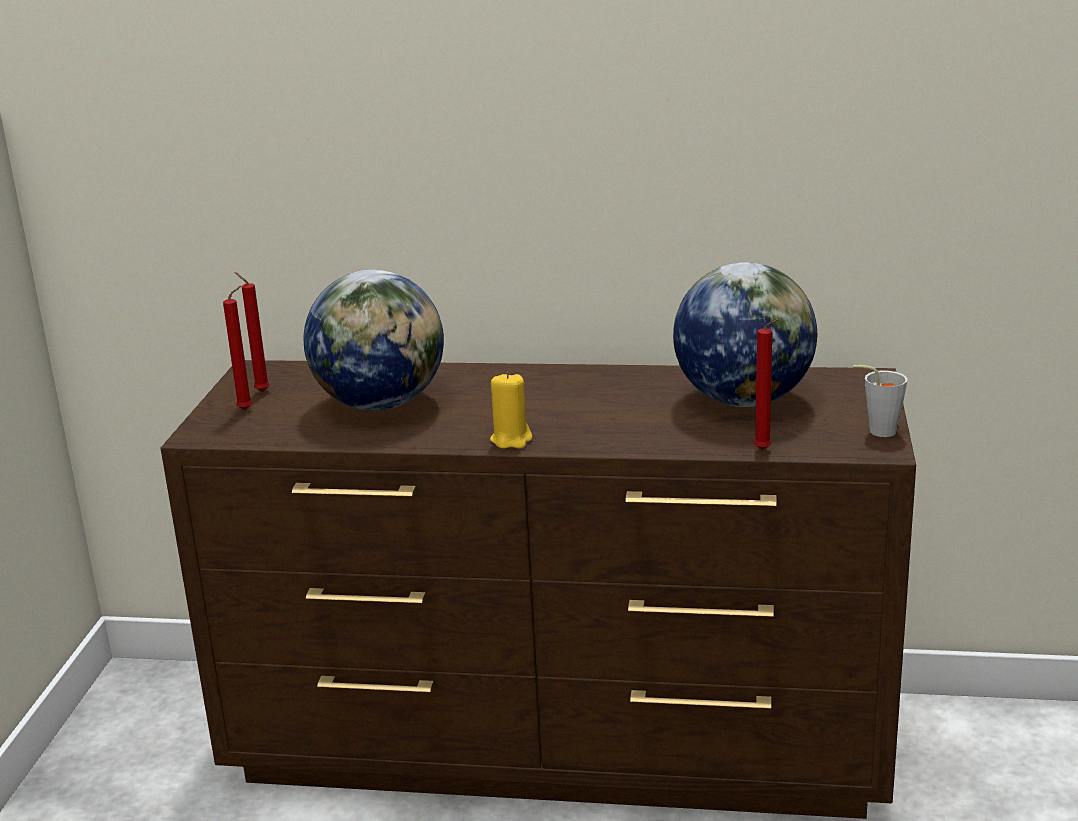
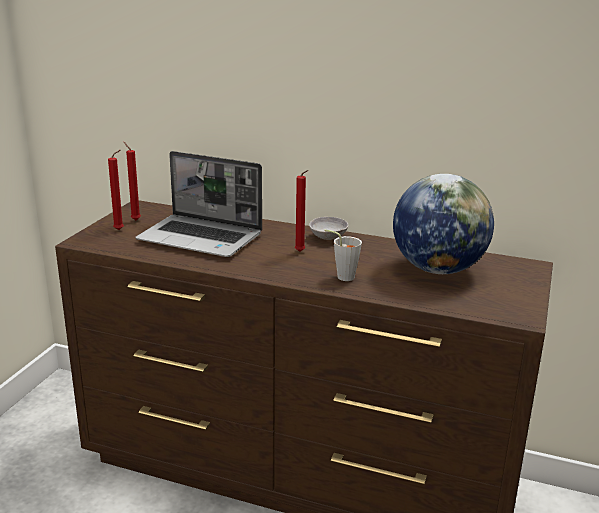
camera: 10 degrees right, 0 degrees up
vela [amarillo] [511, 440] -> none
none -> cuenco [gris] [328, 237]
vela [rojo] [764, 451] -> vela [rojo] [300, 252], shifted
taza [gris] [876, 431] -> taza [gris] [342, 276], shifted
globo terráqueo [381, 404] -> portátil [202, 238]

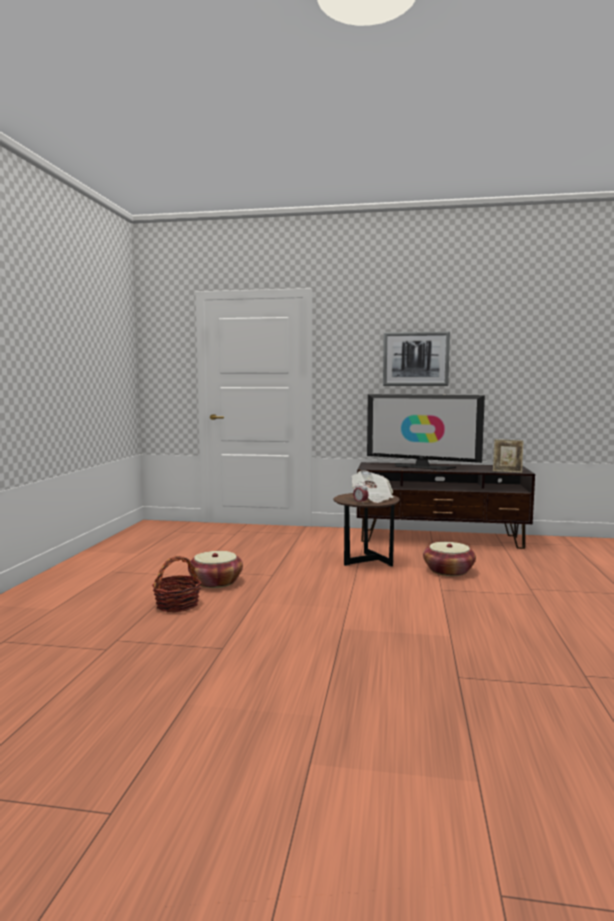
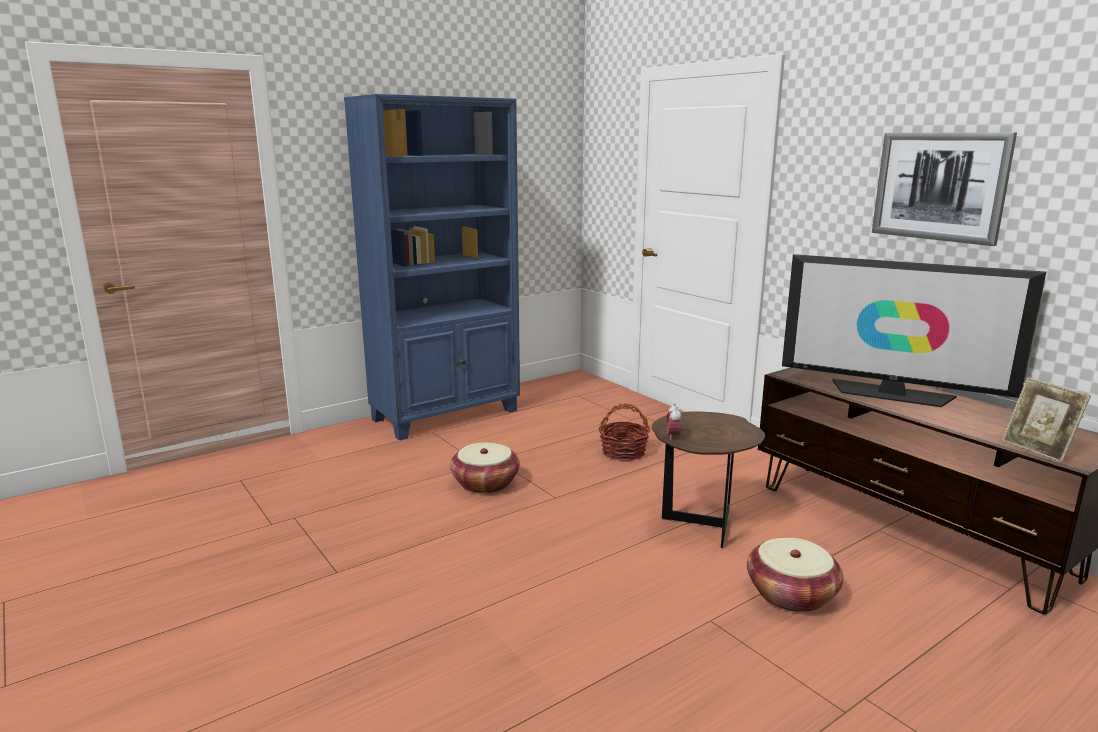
camera: 45 degrees right, 10 degrees up
periódico [372, 498] -> none
none -> estantería [azul] [447, 415]
cesta [177, 605] -> cesta [623, 452], shifted
televisor [422, 467] -> televisor [891, 394], 45 degrees counterclockwise

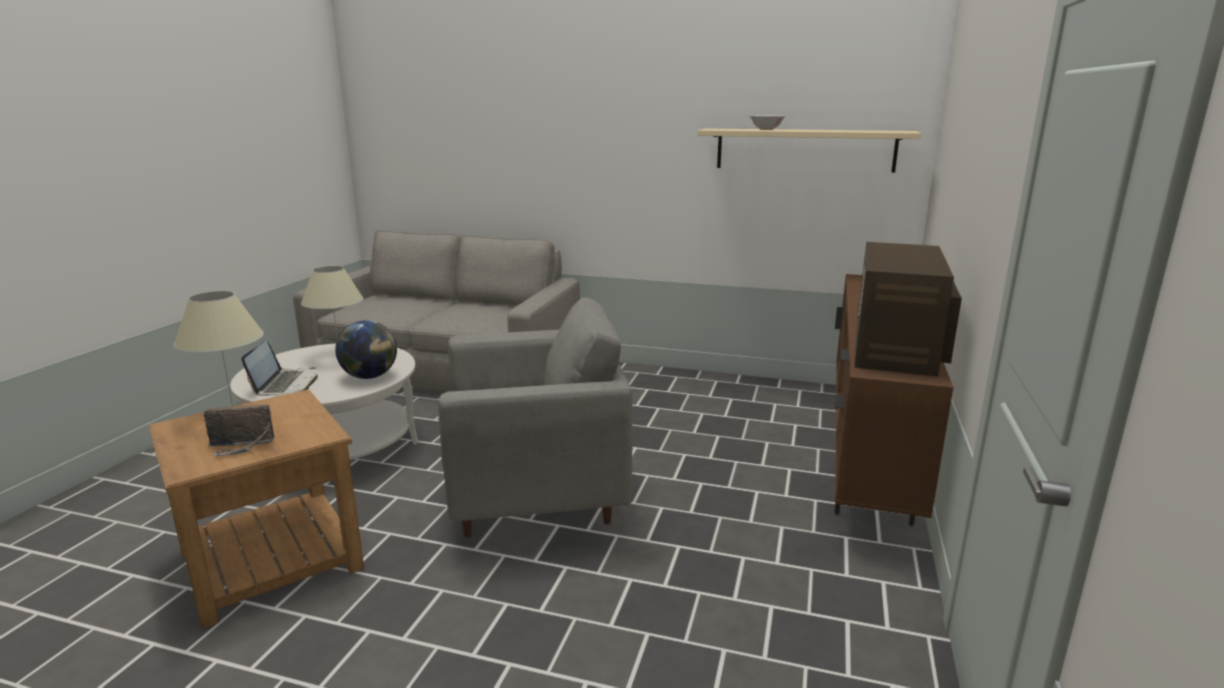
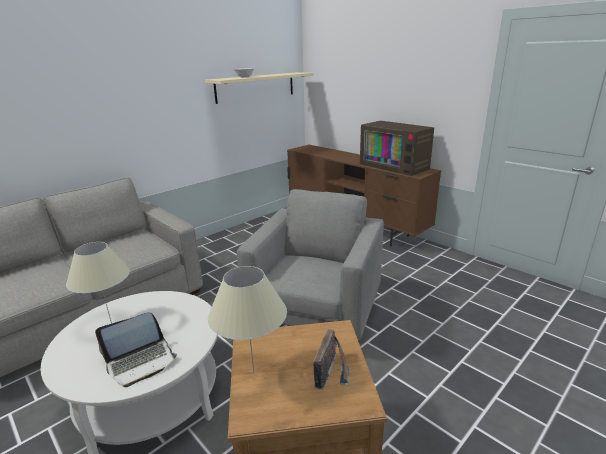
camera: 60 degrees left, 5 degrees up
globo terráqueo [369, 376] -> none
portátil [286, 384] -> portátil [141, 362], 120 degrees clockwise

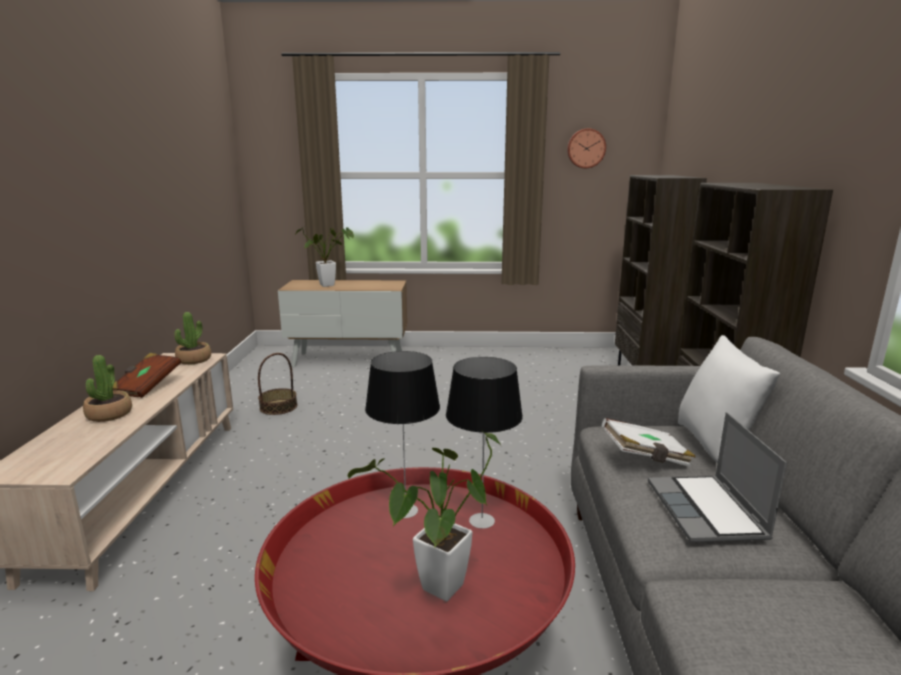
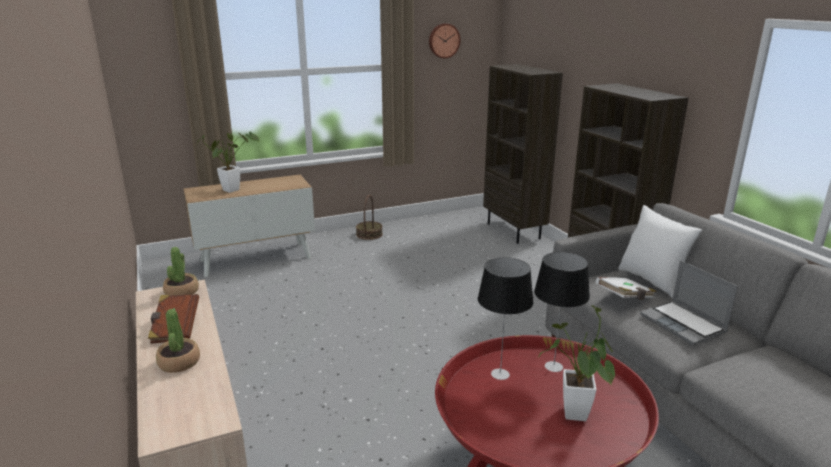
camera: 25 degrees left, 5 degrees up
cesta [278, 407] -> cesta [369, 234], shifted

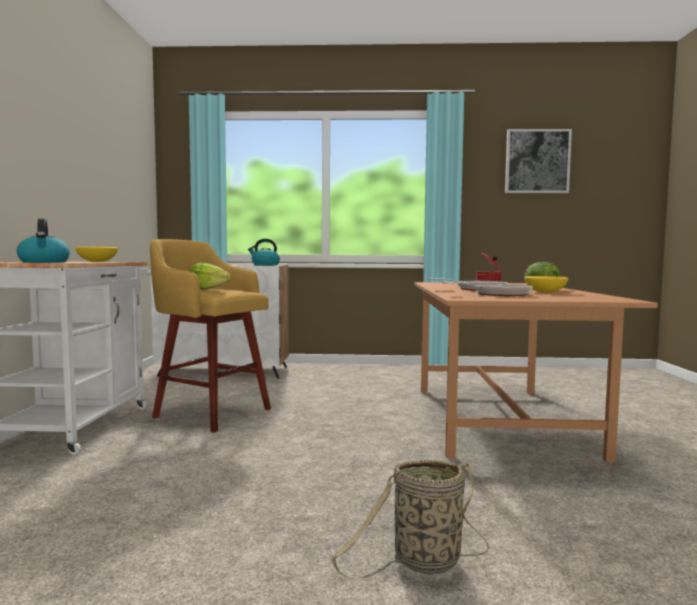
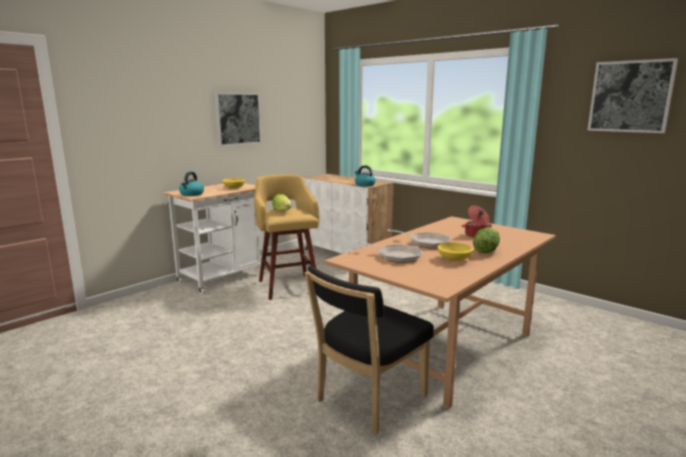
camera: 40 degrees right, 10 degrees up
cesta [422, 563] -> none
none -> cuadro [238, 119]
none -> silla [negro] [367, 400]

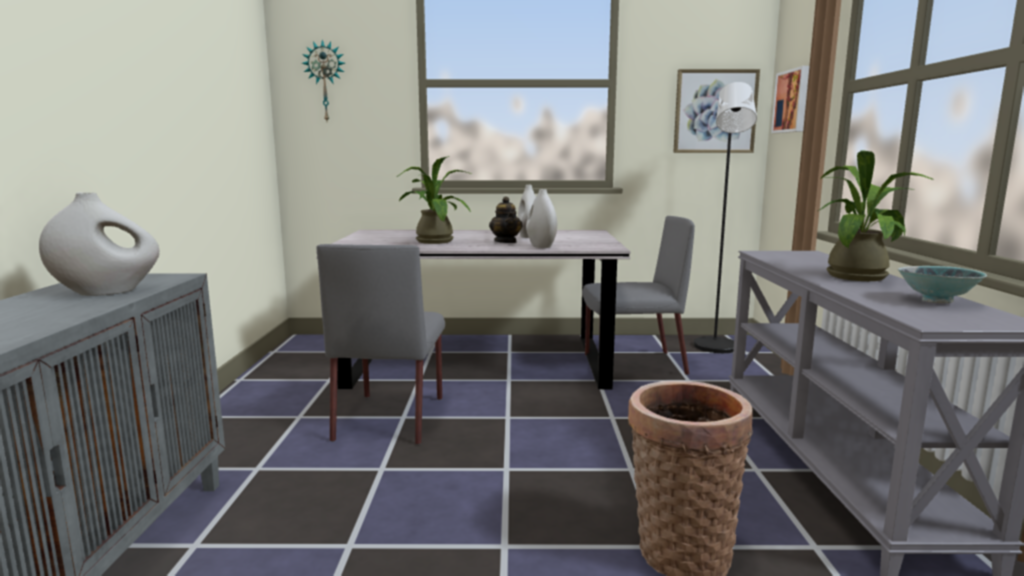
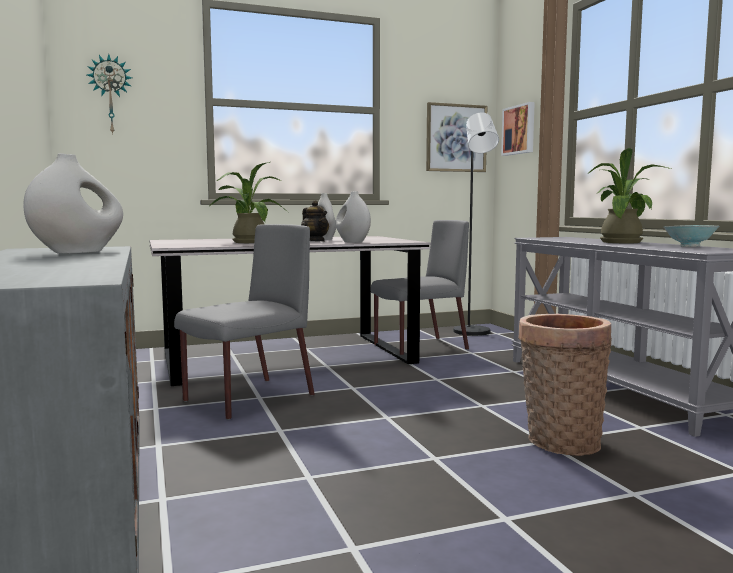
camera: 20 degrees left, 5 degrees down
silla [gris] [390, 417] -> silla [gris] [247, 399], 120 degrees counterclockwise

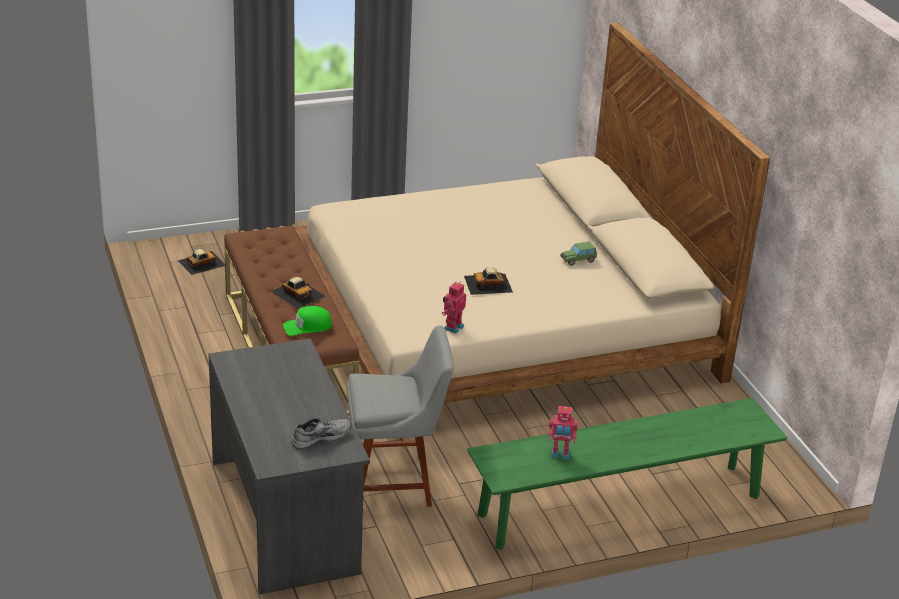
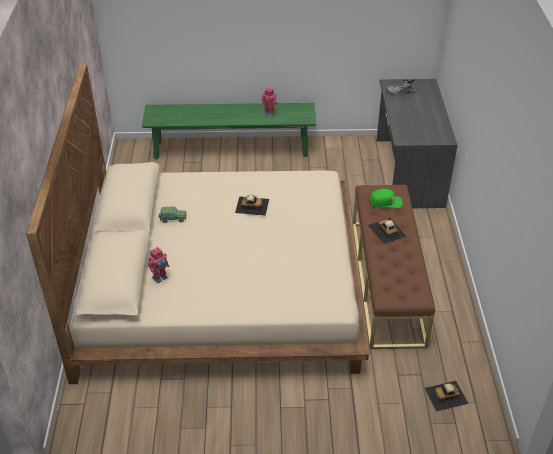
camera: 160 degrees left, 10 degrees up
silla [gris] [395, 482] -> none
robot de juguete [452, 327] -> robot de juguete [160, 278], shifted

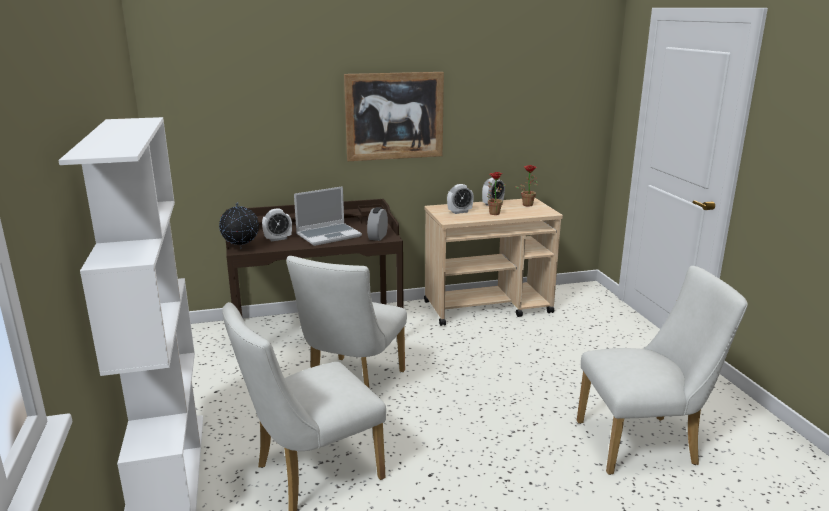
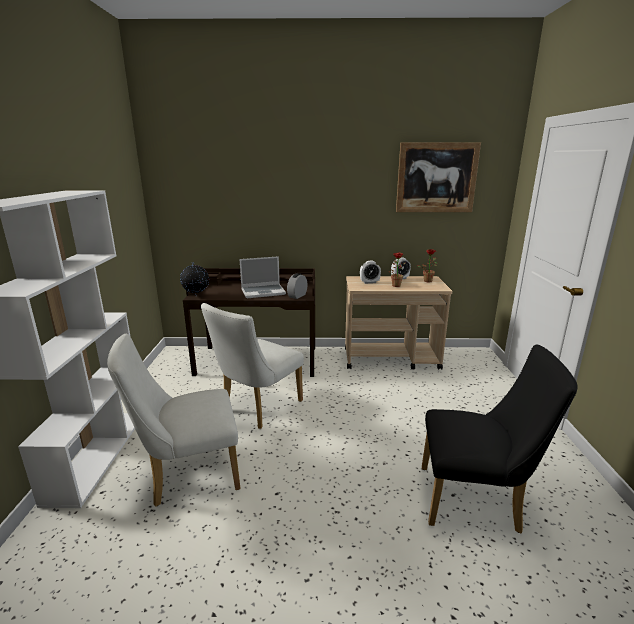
camera: 15 degrees right, 0 degrees up
despertador [278, 239] -> none
cuadro [394, 116] -> cuadro [436, 178], shifted
silla [blanco] [644, 443] -> silla [negro] [476, 500]

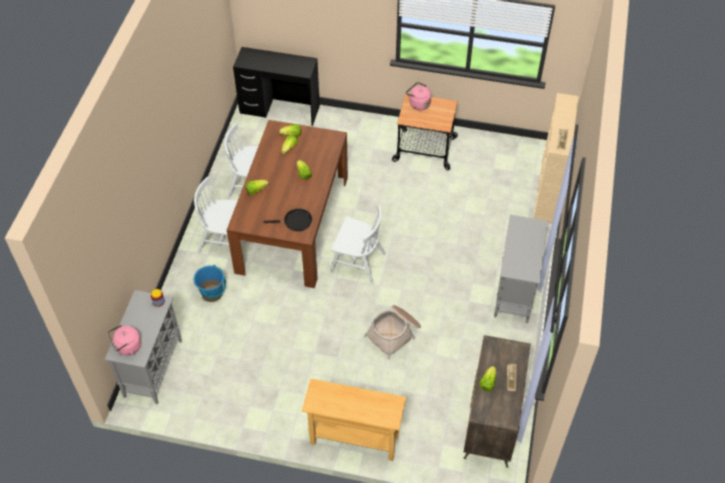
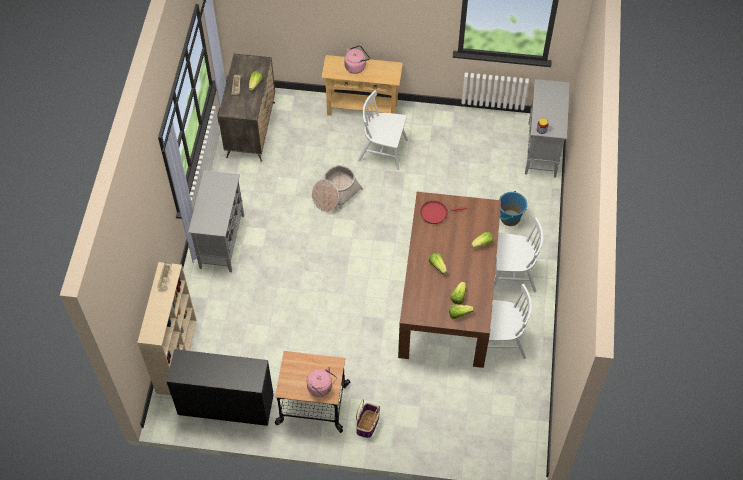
camera: 175 degrees right, 5 degrees up
none -> cesta [367, 424]
hervidor [rosa] [127, 347] -> hervidor [rosa] [356, 66], shifted
escritorio [negro] [280, 110] -> escritorio [negro] [225, 404], shifted
silla [blanco] [357, 262] -> silla [blanco] [383, 150], shifted
sartén [negro] [295, 221] -> sartén [rojo] [436, 213]

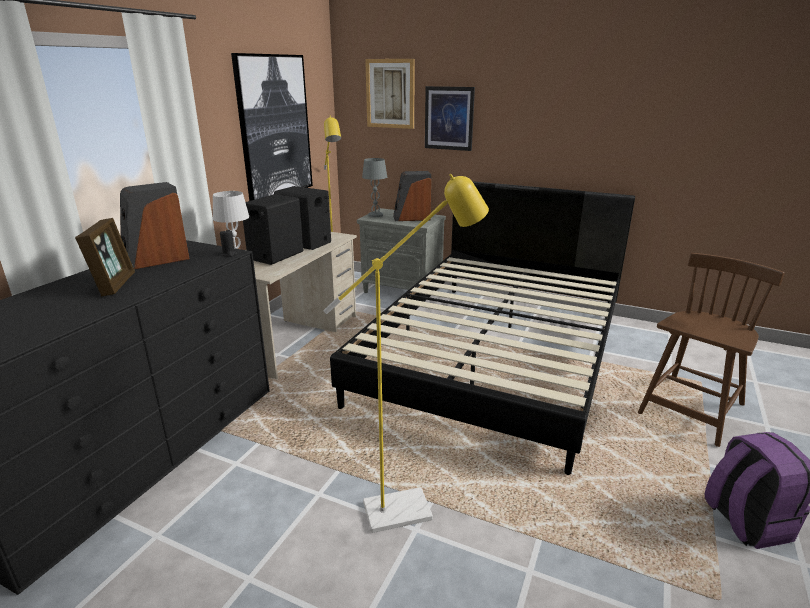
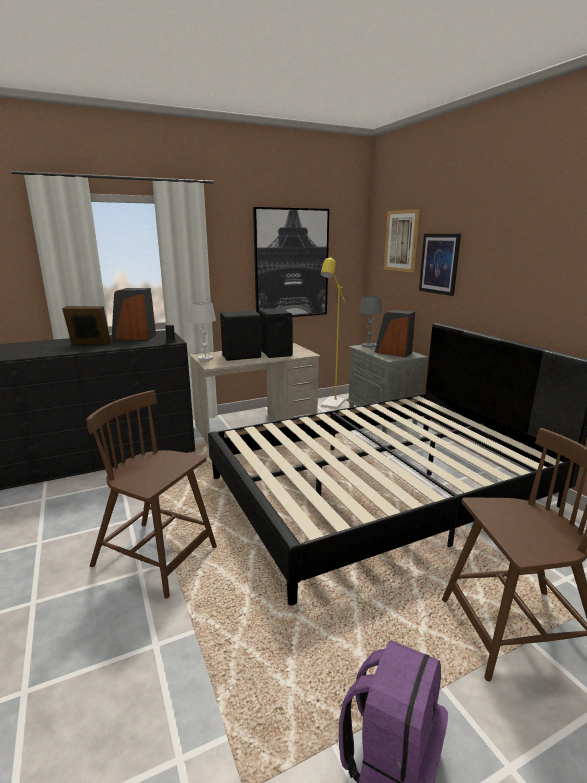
camera: 40 degrees right, 5 degrees down
lámpara de pie [amarillo] [410, 508] -> silla [marrón] [157, 557]
portarretratos [114, 284] -> portarretratos [89, 344], 120 degrees counterclockwise

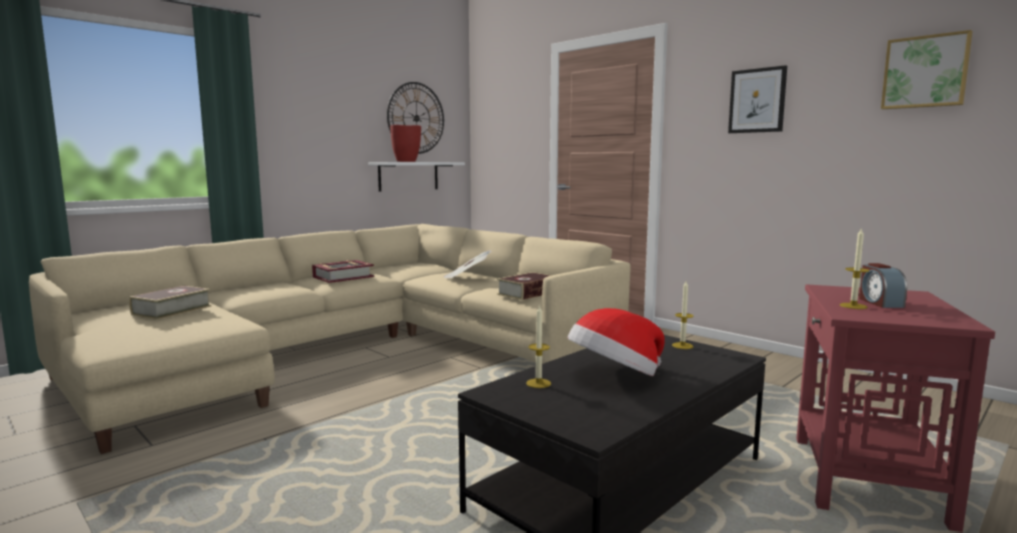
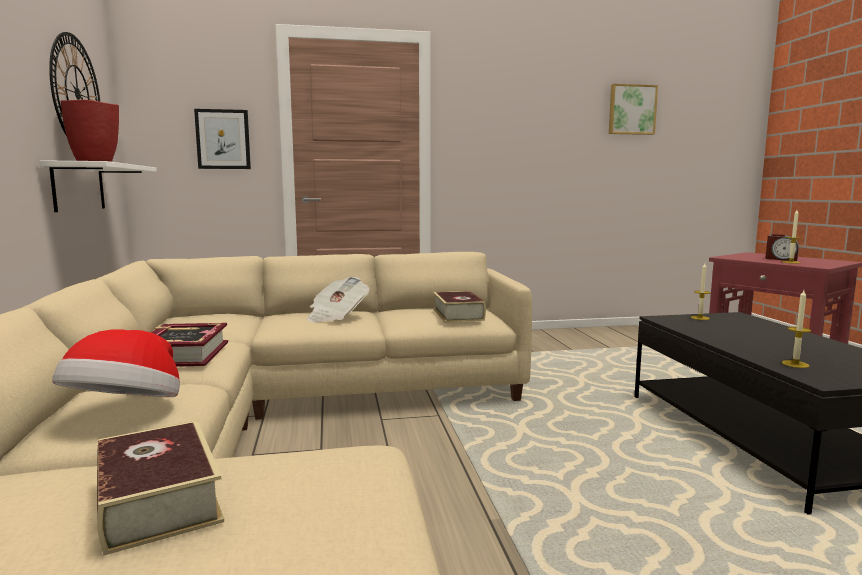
camera: 55 degrees left, 0 degrees up
sombrero [615, 376] -> sombrero [126, 411], shifted
cuadro [757, 100] -> cuadro [223, 139], shifted

